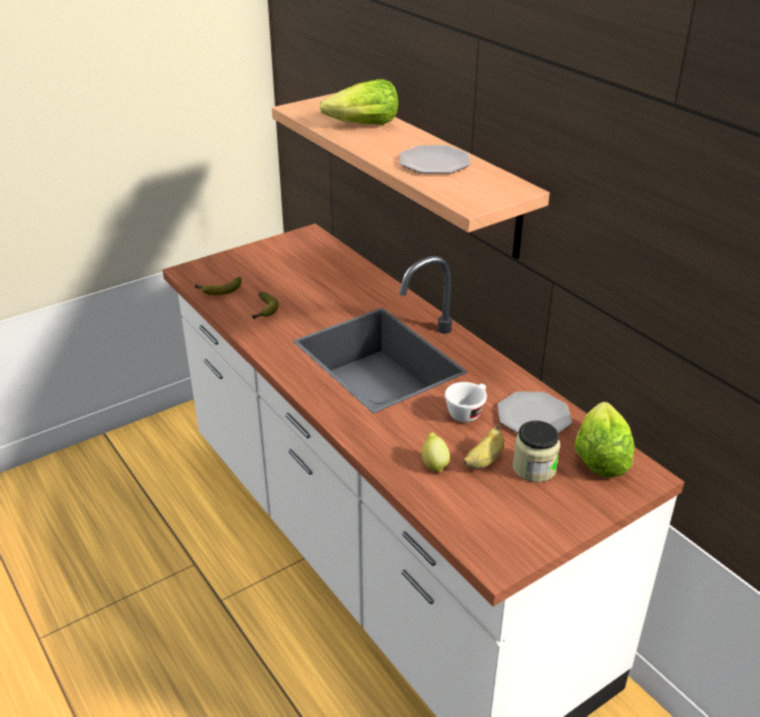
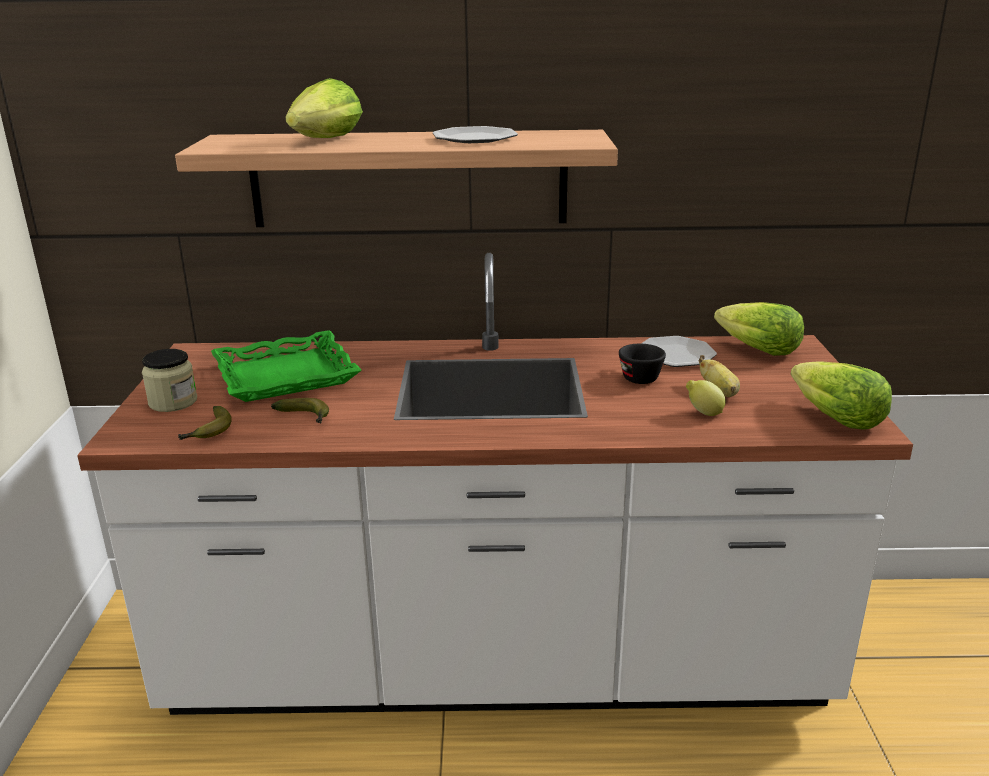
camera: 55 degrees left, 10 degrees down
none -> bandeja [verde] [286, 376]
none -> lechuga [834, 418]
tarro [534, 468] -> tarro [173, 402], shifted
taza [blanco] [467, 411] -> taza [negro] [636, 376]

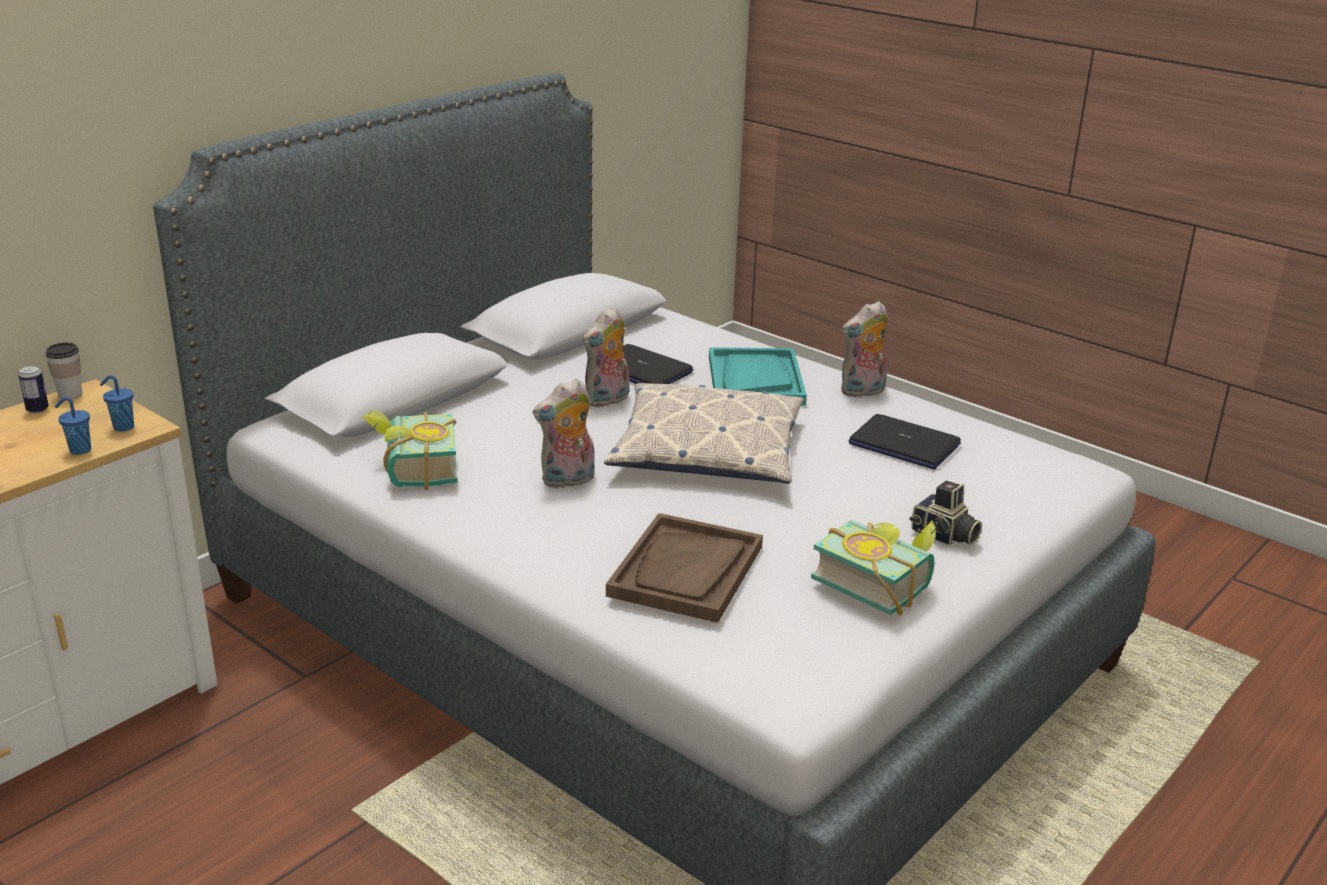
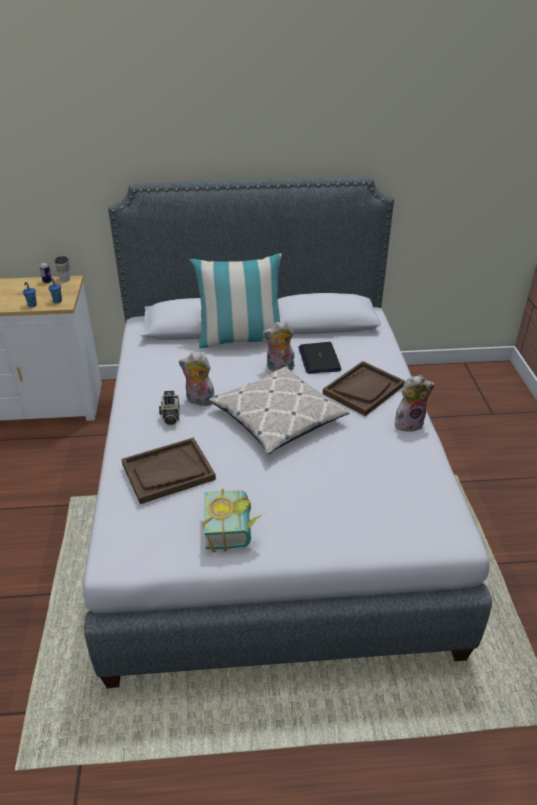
camera: 45 degrees right, 10 degrees up
libro [412, 470] -> none
portátil [903, 444] -> none
none -> cojín [241, 339]
cámara [944, 536] -> cámara [170, 417], shifted
bandeja [turquesa] [755, 380] -> bandeja [marrón] [363, 389]
peluche [862, 392] -> peluche [409, 423], 150 degrees clockwise

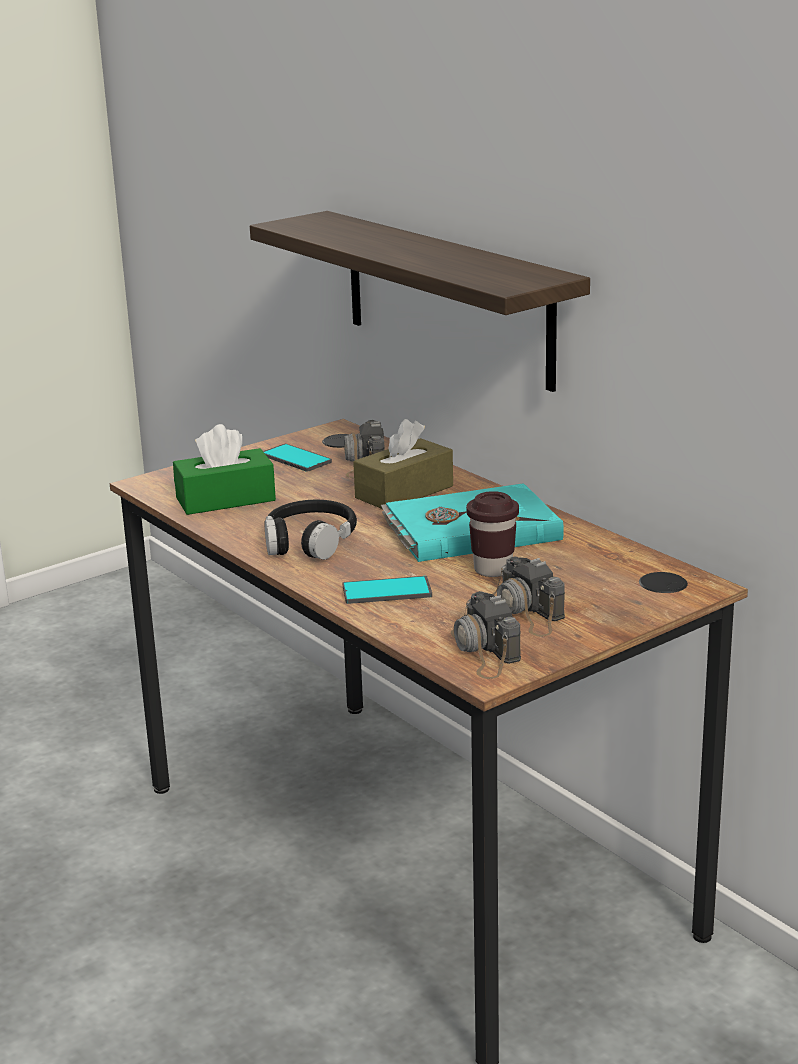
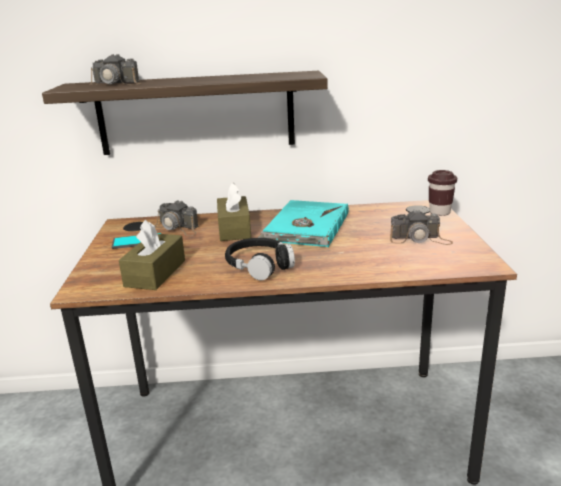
camera: 55 degrees left, 0 degrees up
móvil [387, 591] -> none
cámara [484, 650] -> cámara [117, 83], shifted
taza [marrón] [493, 570] -> taza [marrón] [439, 212], shifted
caja de pañuelos [verde] [225, 499] -> caja de pañuelos [marrón] [155, 273]

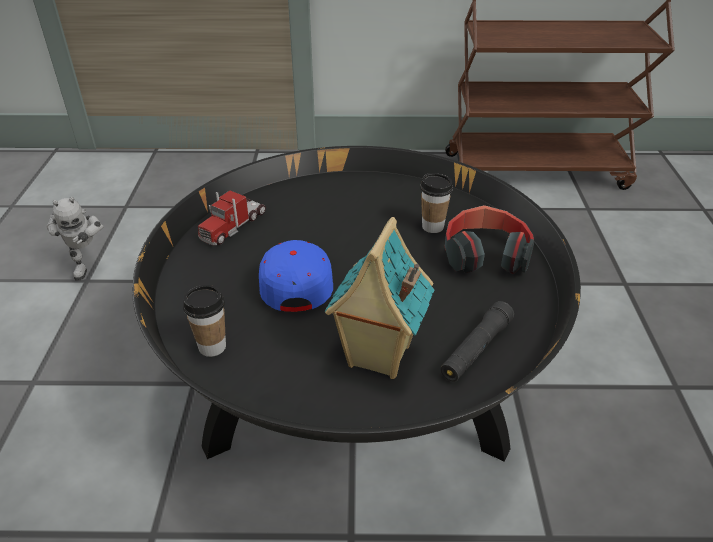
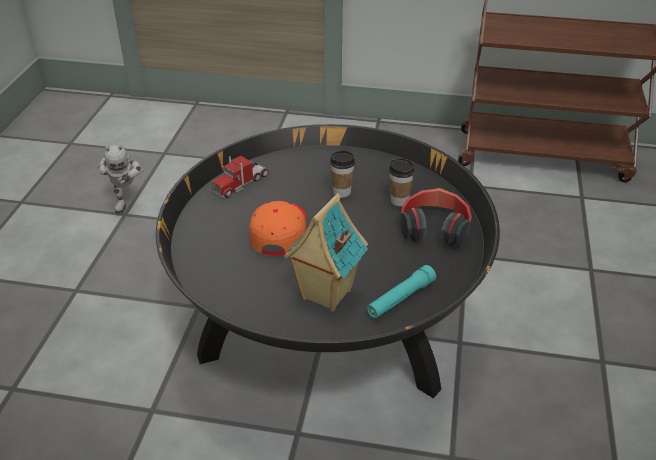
camera: 10 degrees right, 0 degrees up
taza [212, 347] -> taza [342, 192], shifted
gorra [azul] [296, 280] -> gorra [naranja] [279, 232]
linterna [negro] [476, 349] -> linterna [turquesa] [400, 298]

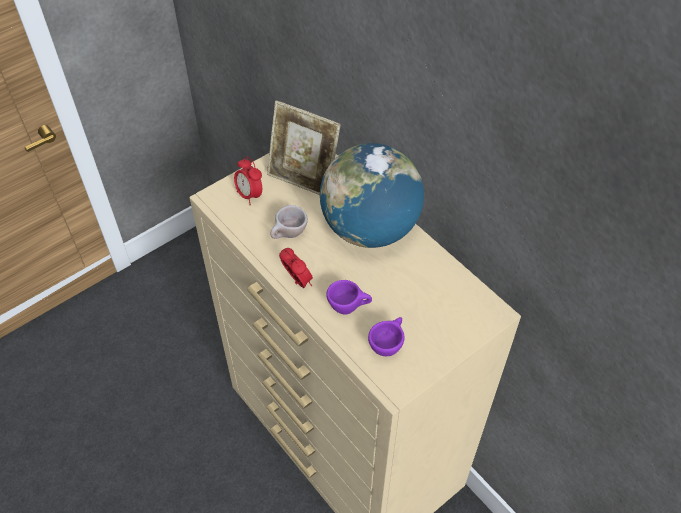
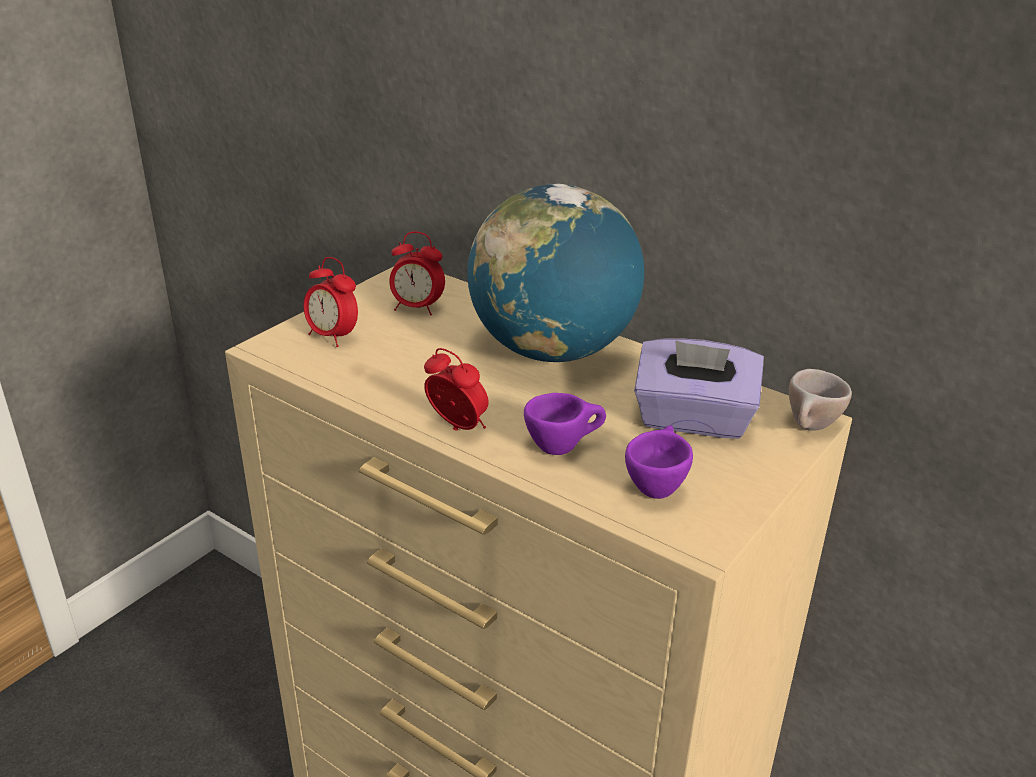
camera: 15 degrees left, 20 degrees down
none -> caja de pañuelos [morado] [693, 420]
taza [beis] [288, 236] -> taza [beis] [810, 429], shifted
portarretratos [303, 178] -> despertador [417, 308]

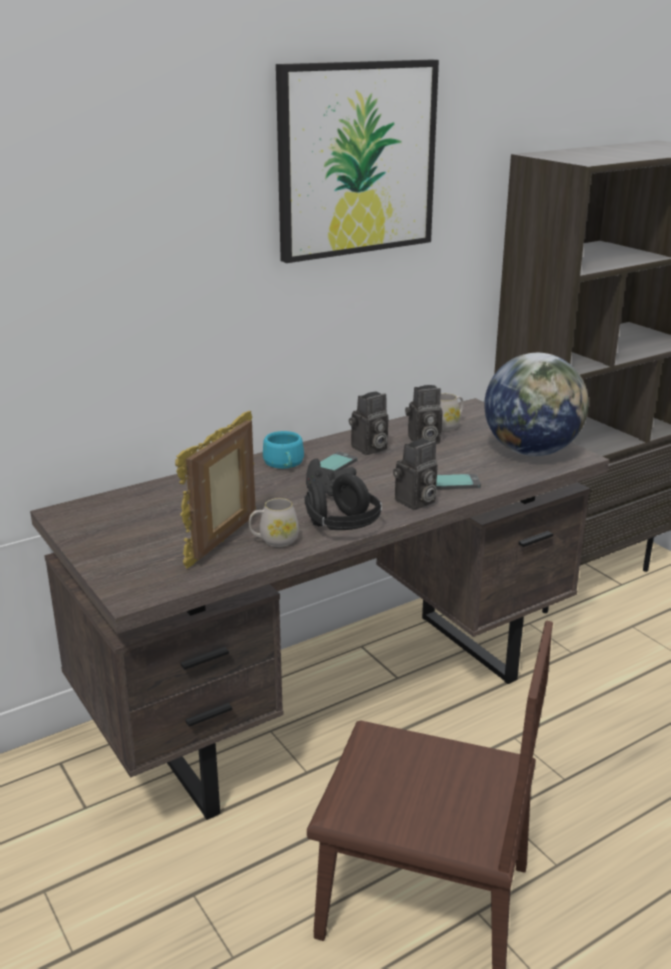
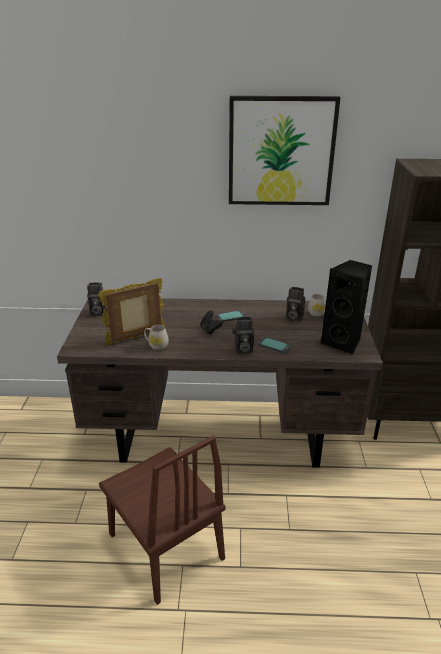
camera: 35 degrees right, 5 degrees up
taza [turquesa] [284, 464] -> none
auriculares [negro] [342, 526] -> none
cámara [369, 449] -> cámara [97, 312], shifted
globo terráqueo [531, 451] -> altavoz [negro] [343, 342]

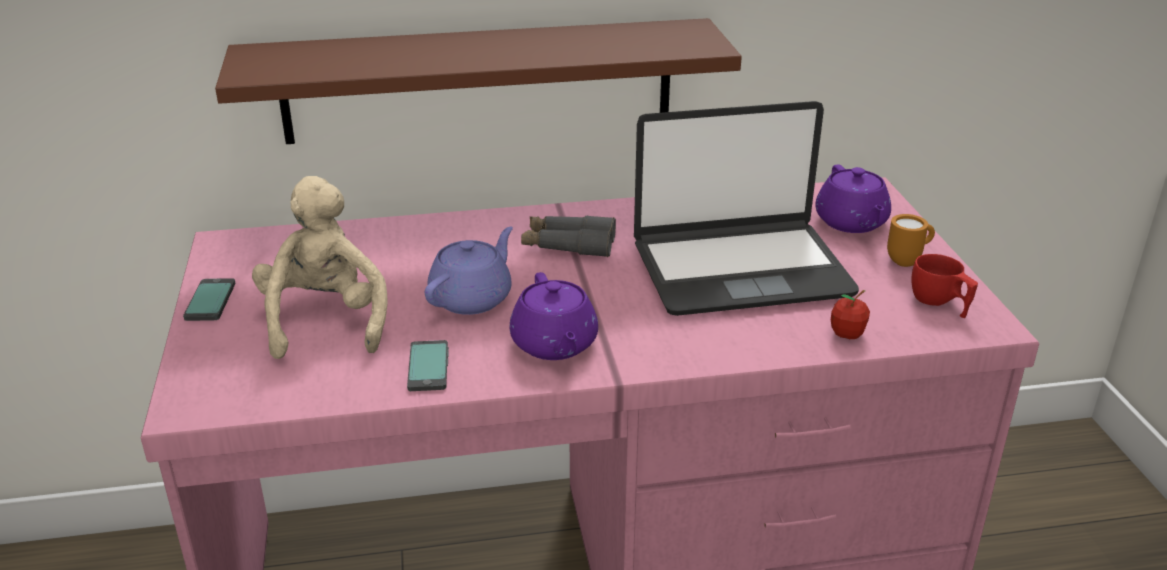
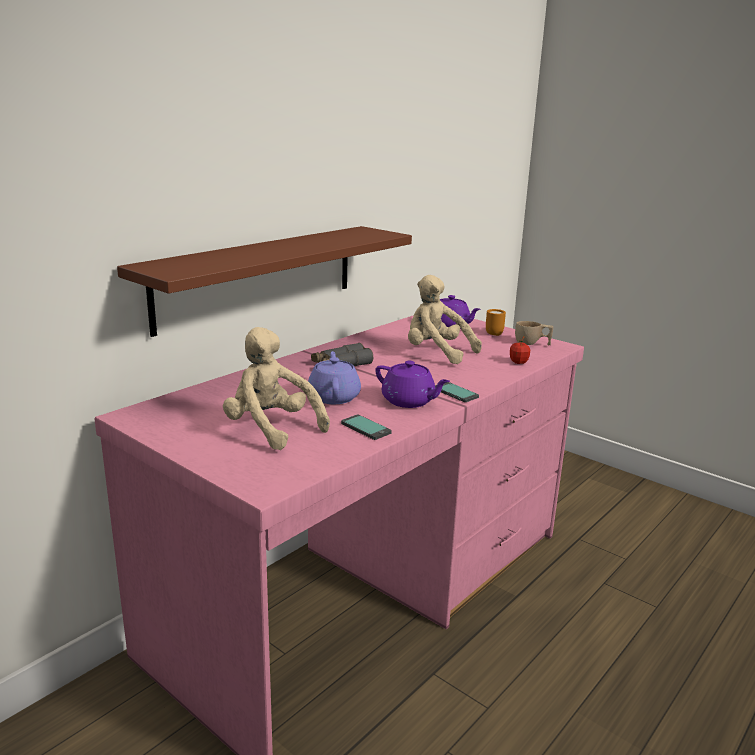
camera: 40 degrees left, 10 degrees down
móvil [210, 301] -> móvil [455, 393], shifted
portátil [740, 269] -> peluche [beis] [436, 353]
taza [rojo] [940, 304] -> taza [beis] [532, 344]

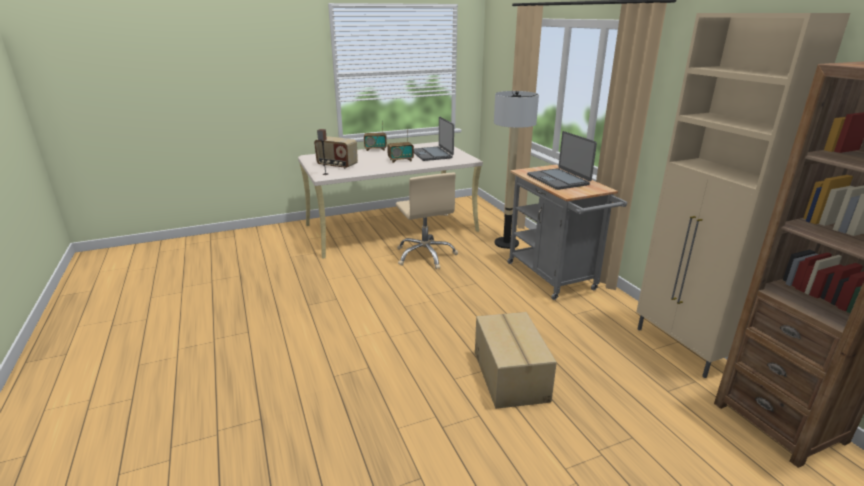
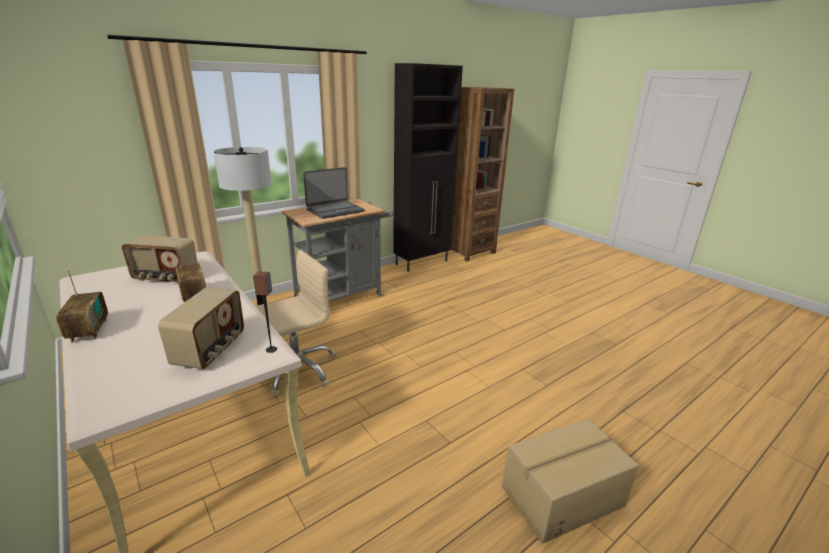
camera: 105 degrees left, 0 degrees up
caja de cartón [511, 376] -> caja de cartón [560, 495], shifted
portátil [432, 154] -> radio [165, 278]
armario [beis] [682, 348] -> armario [negro] [422, 262]

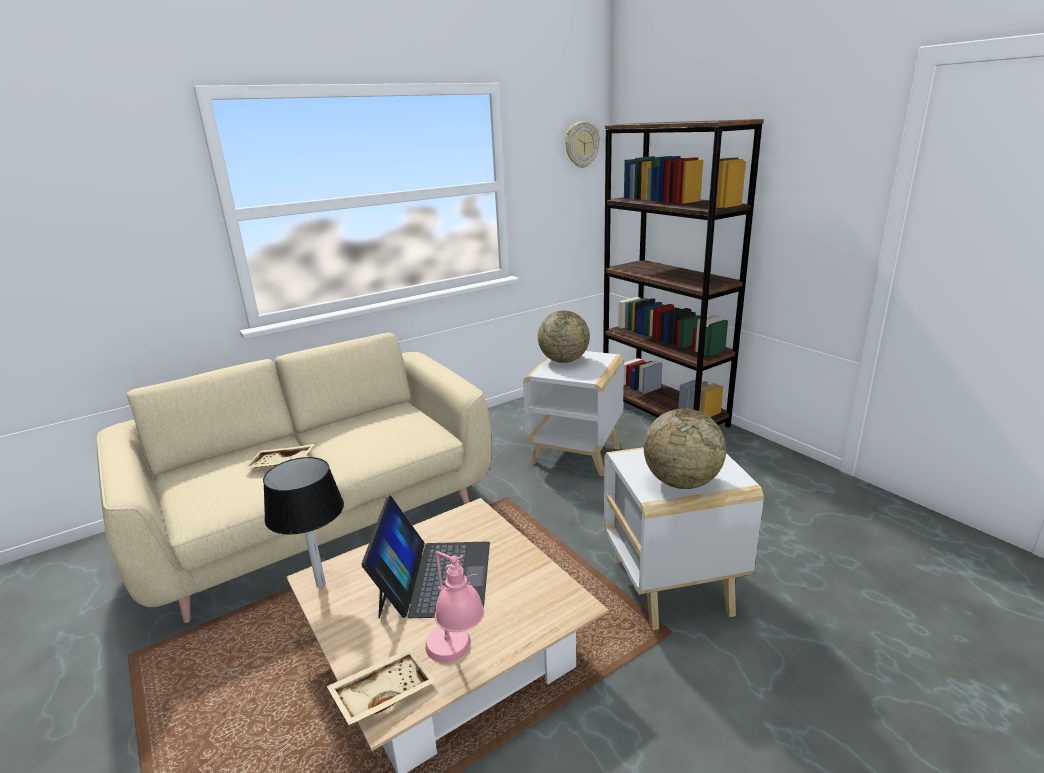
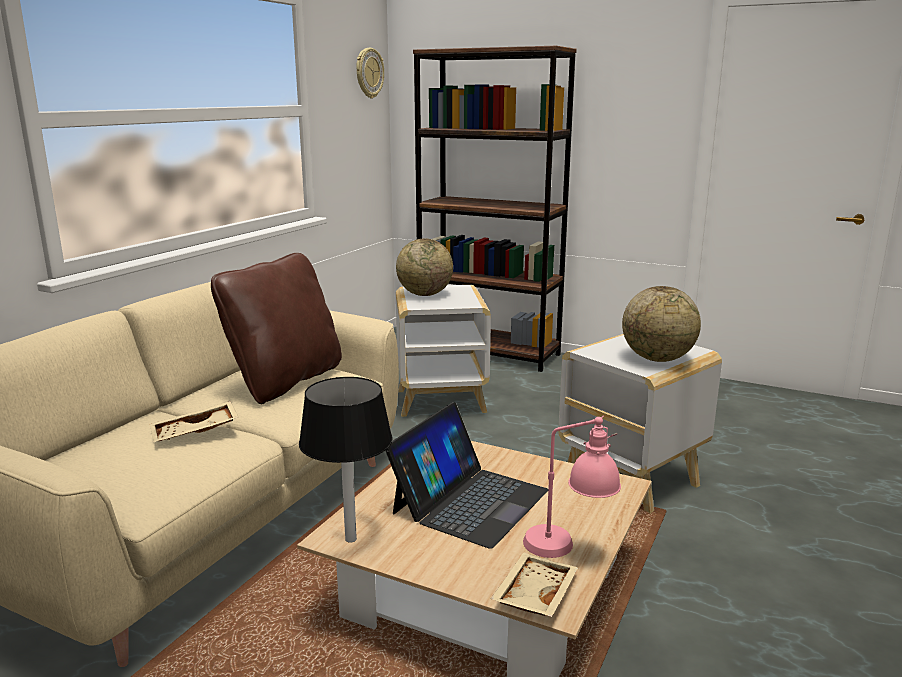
camera: 30 degrees left, 5 degrees down
none -> cojín [marrón] [285, 381]
portátil [435, 578] -> portátil [469, 501], 60 degrees clockwise

